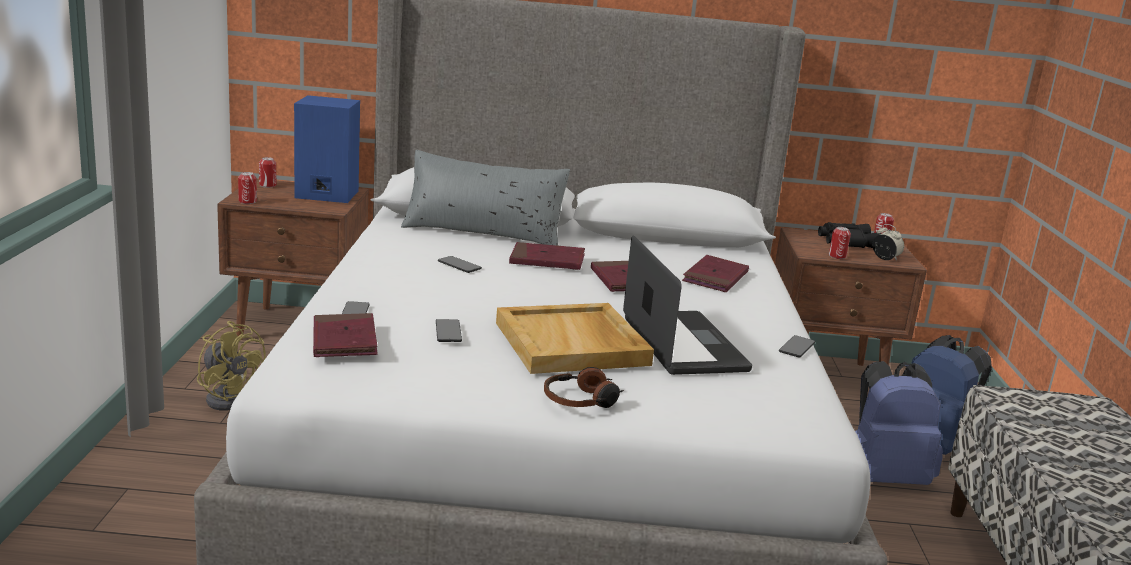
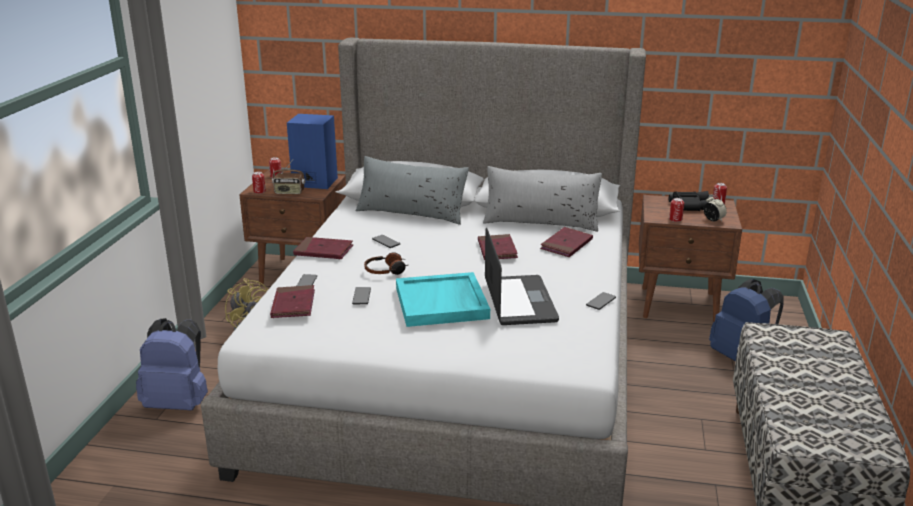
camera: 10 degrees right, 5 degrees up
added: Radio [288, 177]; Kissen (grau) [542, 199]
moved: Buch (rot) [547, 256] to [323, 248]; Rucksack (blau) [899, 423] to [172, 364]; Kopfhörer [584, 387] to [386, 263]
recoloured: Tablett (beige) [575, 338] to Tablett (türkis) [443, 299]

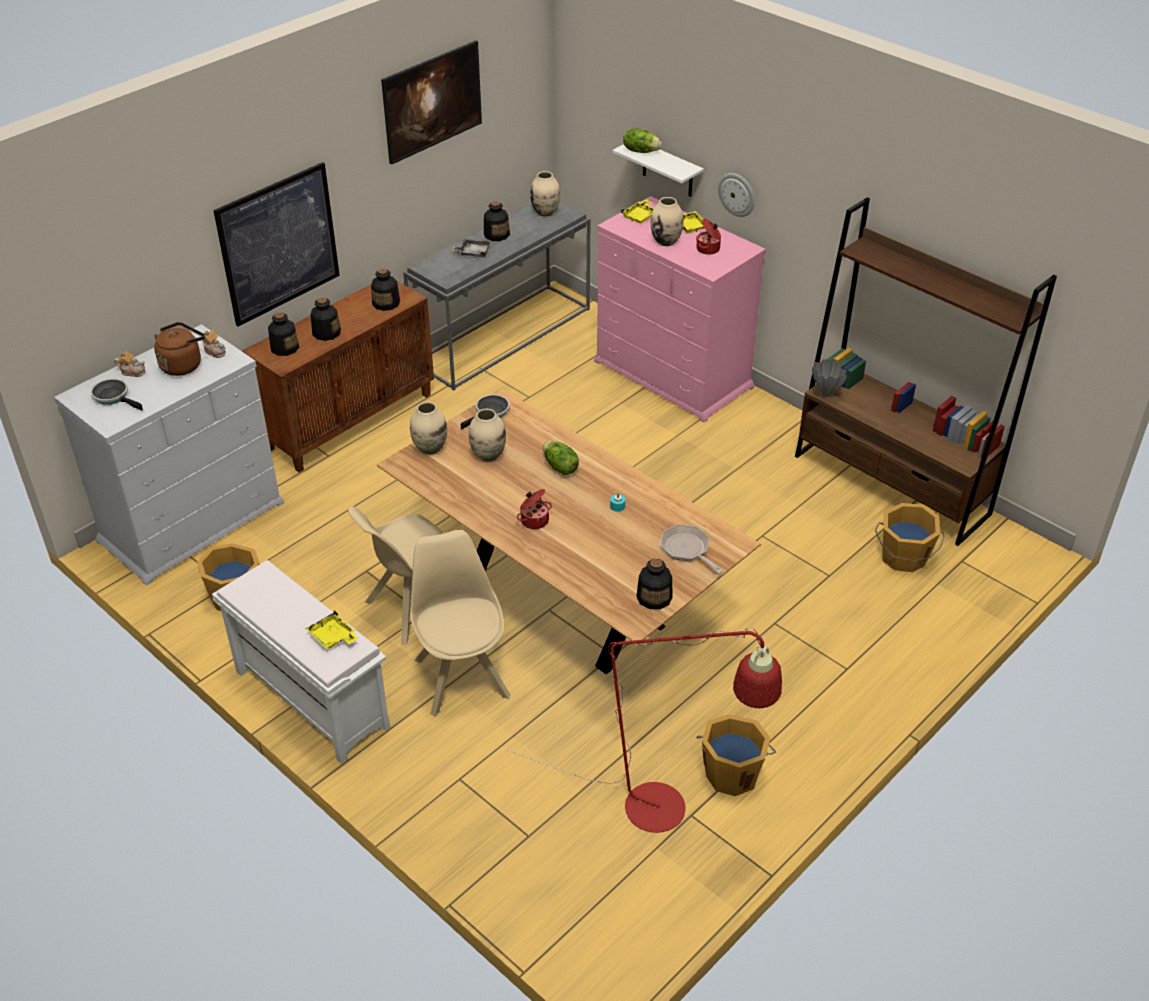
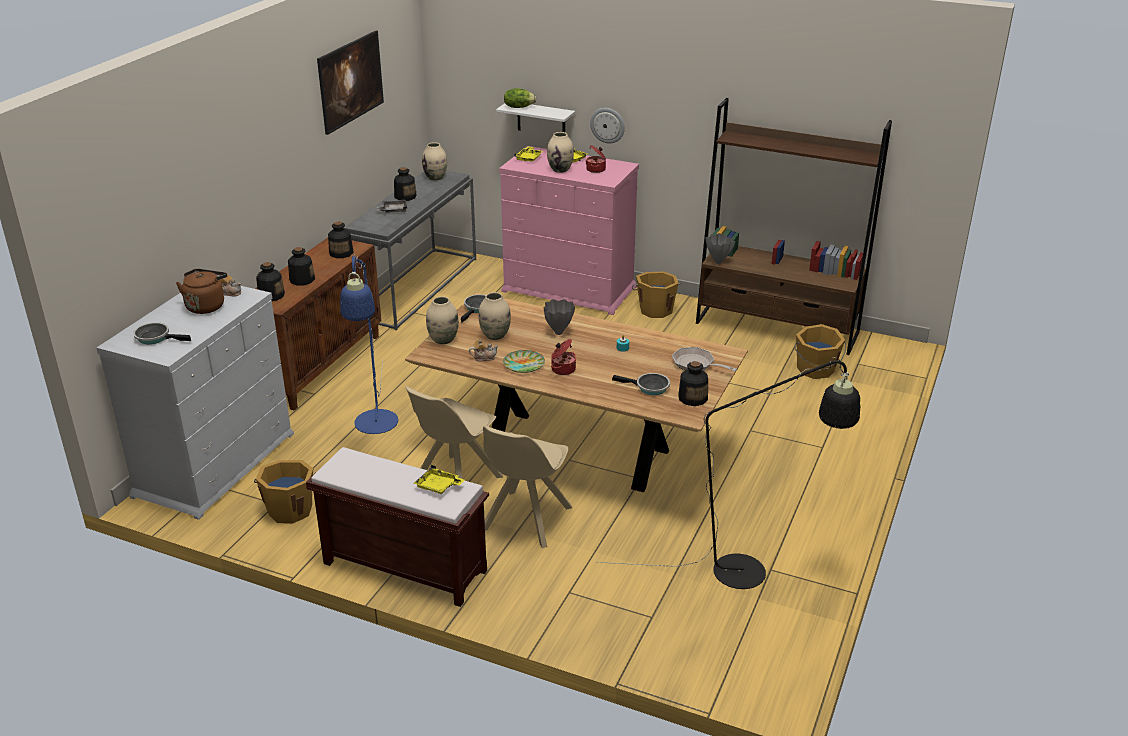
camera: 20 degrees left, 10 degrees down
removed: Bild [276, 244]
added: Stehlampe (blau) [369, 344]; Teller [524, 361]; Pfanne [641, 384]
moved: Teekanne [129, 364] to [483, 350]; Eimer (orange) [736, 755] to [656, 294]
replaced: Salatkopf [561, 458] to Vase (grau) [559, 317]
recoloured: Bank (weiß) [301, 662] to Bank (braun) [397, 527]; Stehlampe (rot) [644, 730] to Stehlampe (schwarz) [728, 473]
turned: Stuhl (beige) [460, 623] = [527, 487] 120 degrees counterclockwise

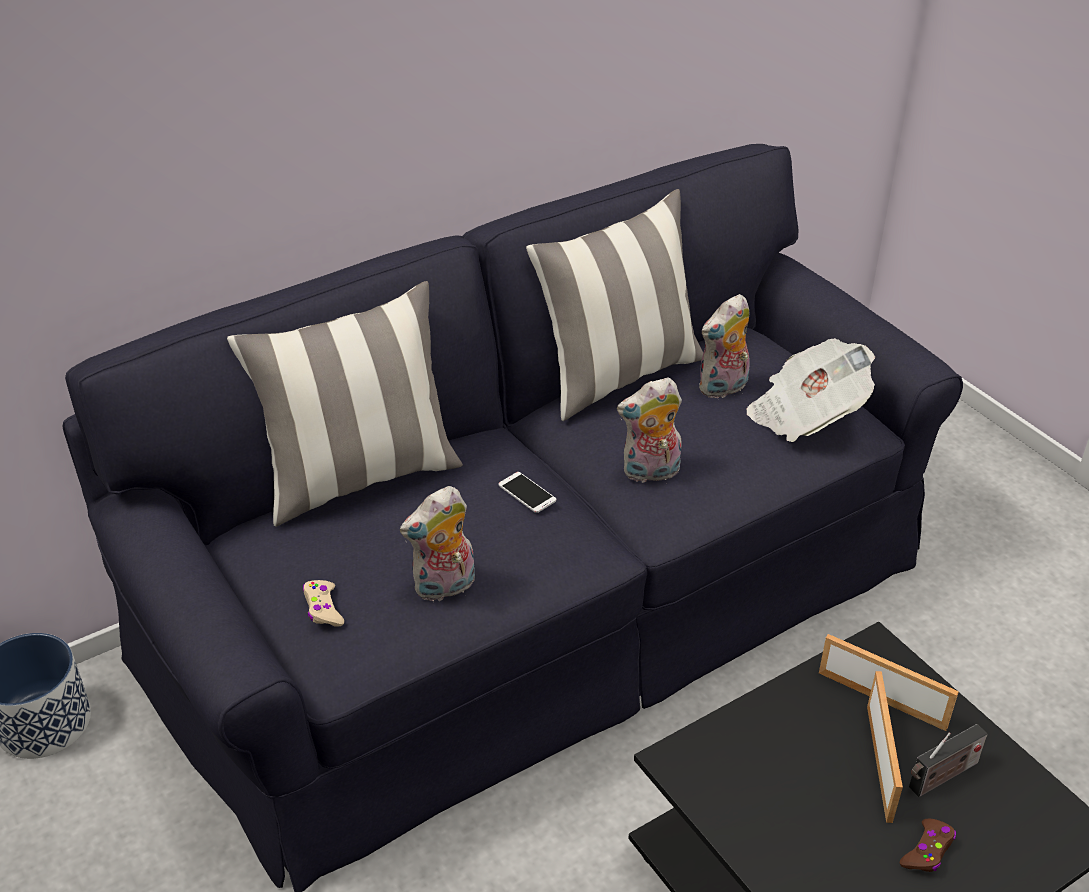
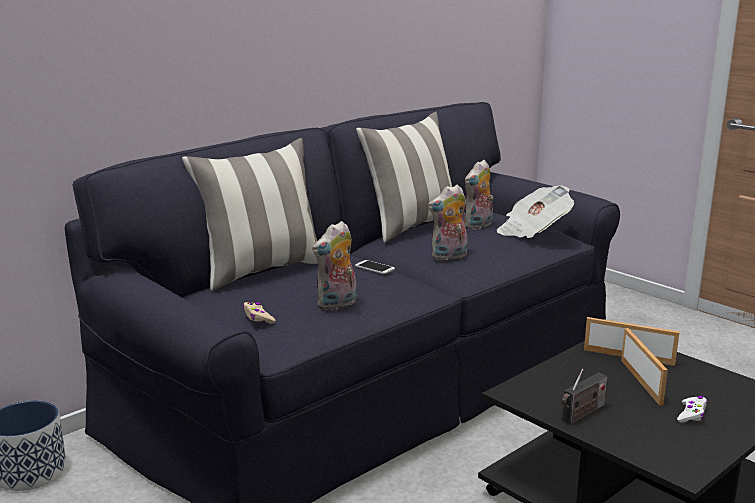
camera: 10 degrees left, 20 degrees down
moved: Radio [948, 760] to [584, 396]
recoloured: Gamepad (braun) [928, 845] to Gamepad (weiß) [692, 409]

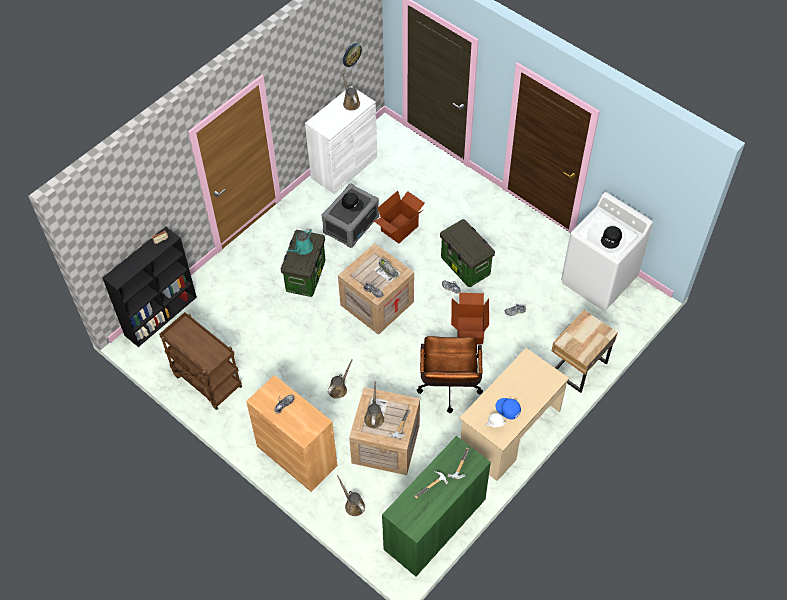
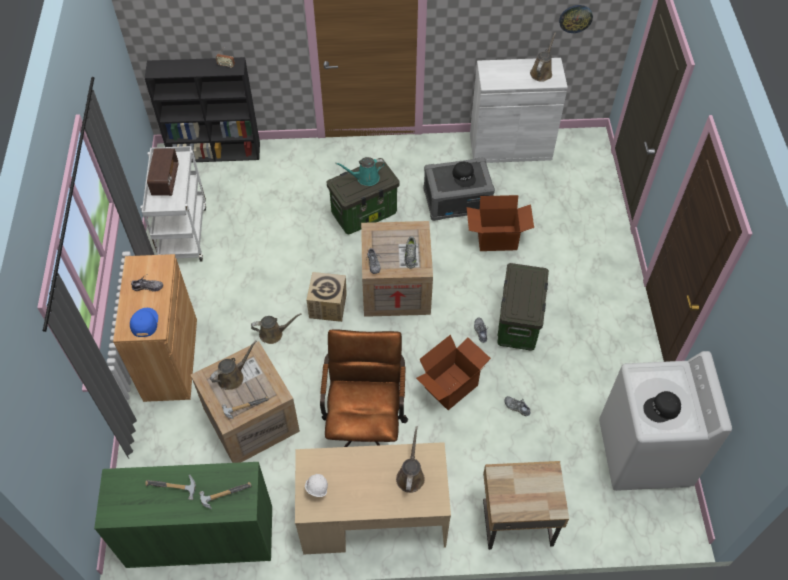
camera: 45 degrees right, 0 degrees up
added: Radio [162, 172]; Karton [327, 297]
moved: Kappe (blau) [508, 408] to [144, 322]; Gießkanne (braun) [351, 495] to [410, 460]
recoloured: Rollwagen (braun) [200, 361] to Rollwagen (weiß) [173, 204]
turned: Bürostuhl (braun) [450, 374] = [364, 388] 135 degrees clockwise

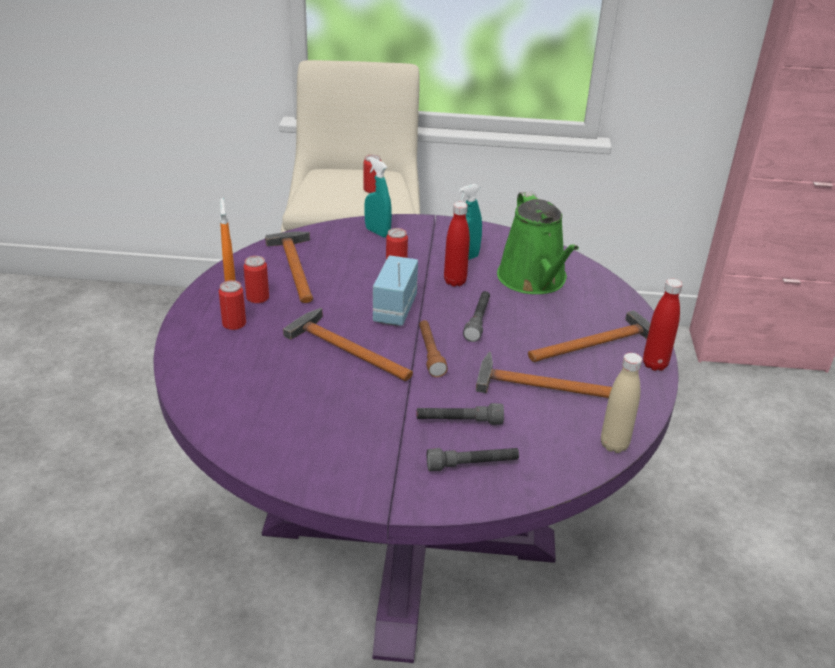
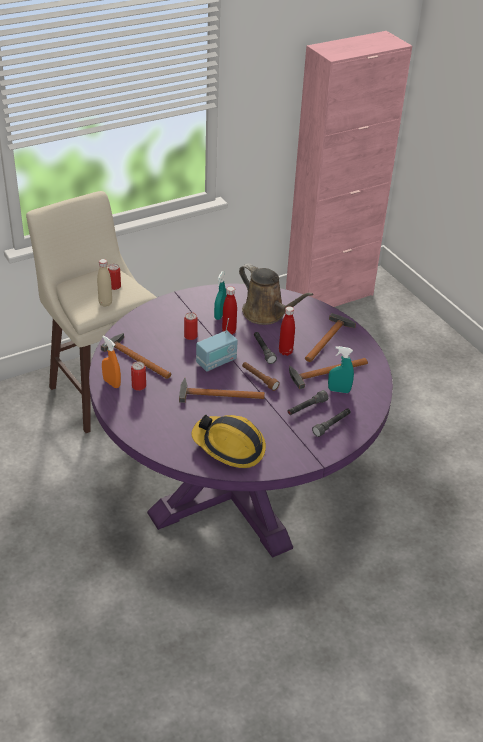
camera: 35 degrees left, 5 degrees up
removed: Dose [232, 305]
added: Schutzhelm [229, 441]
moved: Sprühflasche (türkis) [378, 197] to [341, 369]; Flasche (rot) [663, 325] to [287, 331]; Flasche (beige) [621, 403] to [104, 283]
recoloured: Gießkanne (grün) [538, 242] to Gießkanne (braun) [276, 294]
turned: Radio [395, 291] = [217, 345] 105 degrees counterclockwise

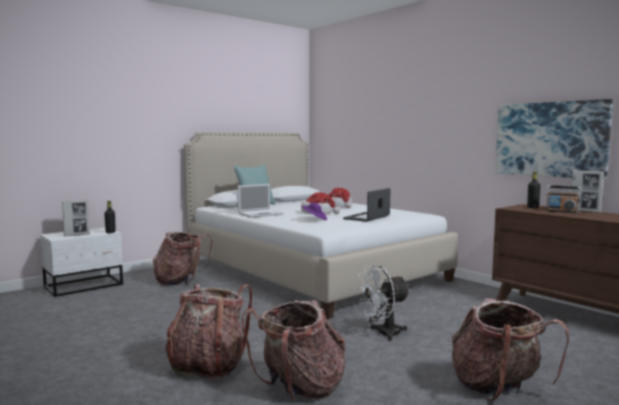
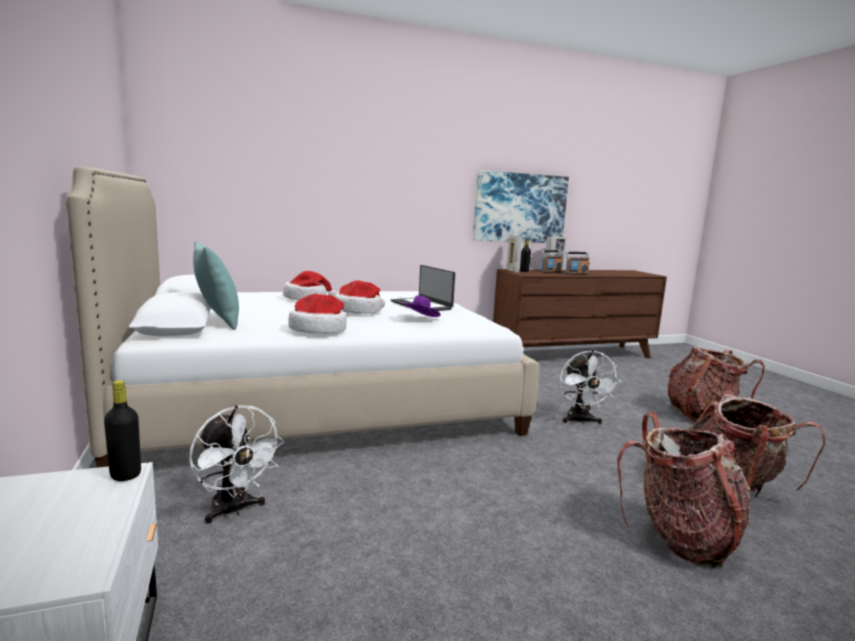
camera: 70 degrees left, 5 degrees up
added: Radio [577, 263]
moved: Bilderrahmen [76, 218] to [514, 254]
replaced: Laptop [260, 201] to Hut [317, 313]; Rucksack [182, 259] to Ventilator (weiß) [237, 464]

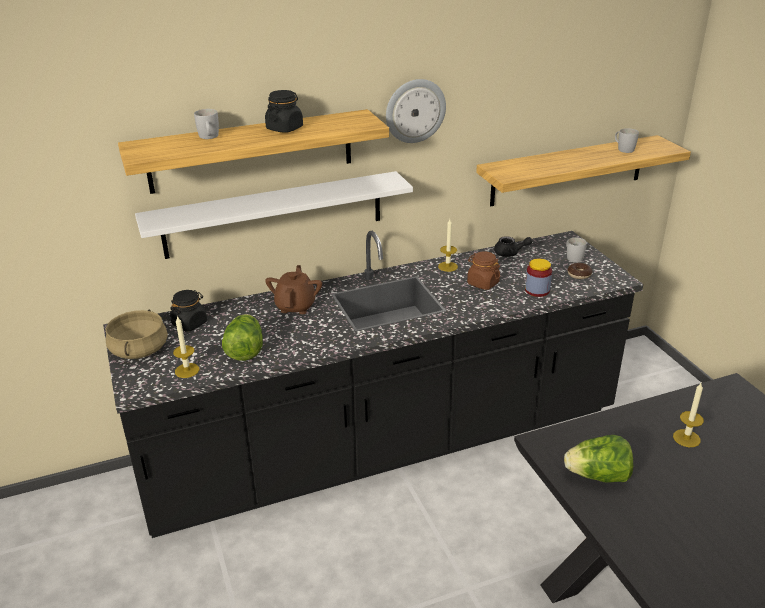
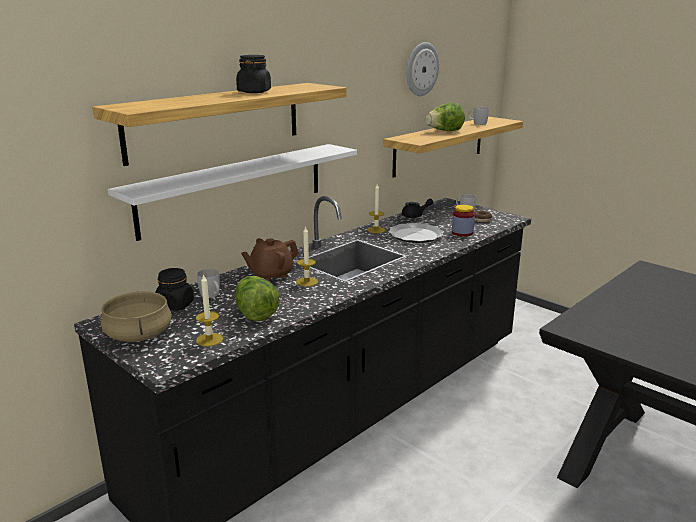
camera: 25 degrees left, 10 degrees down
moved: Wanduhr [416, 111] to [422, 69]; Henkelbecher (weiß) [206, 124] to [208, 283]; Kerze [688, 415] to [307, 256]; Salatkopf [598, 458] to [445, 117]
replaced: Vorratsglas (braun) [483, 270] to Teller [416, 233]
turned: Teekanne (braun) [293, 289] = [270, 260] 105 degrees counterclockwise

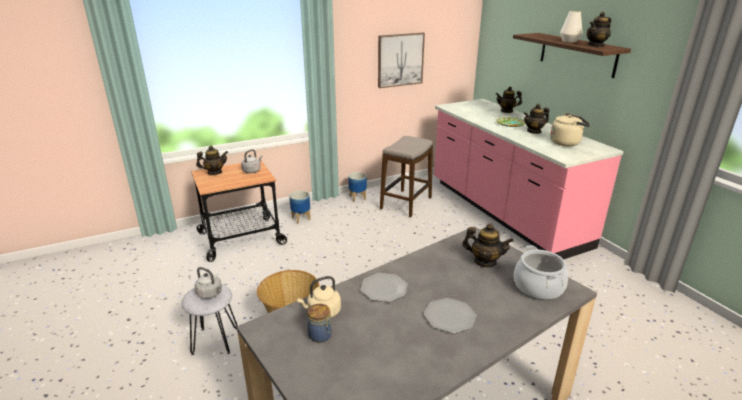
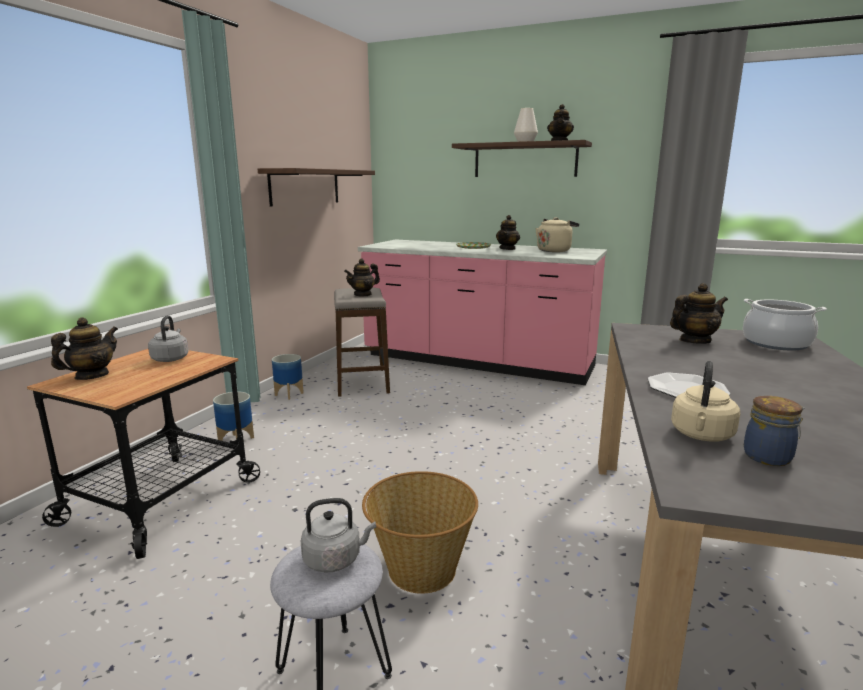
camera: 40 degrees left, 10 degrees down
removed: Teller [450, 315]
moved: Teekanne [509, 99] to [362, 277]
replaced: Bild [401, 60] to Wandregal [316, 187]

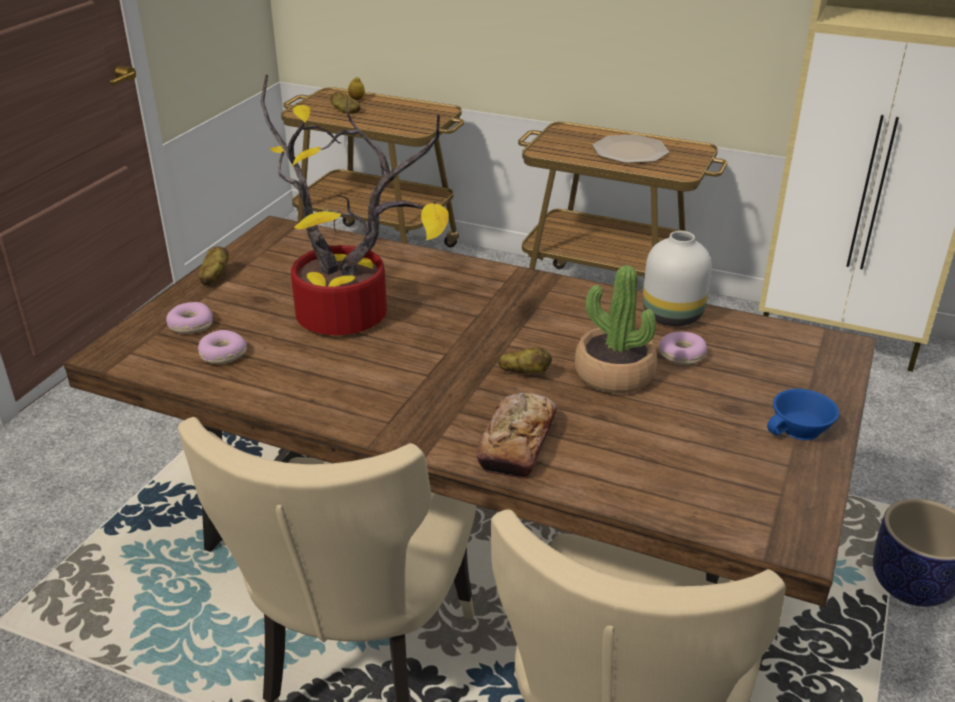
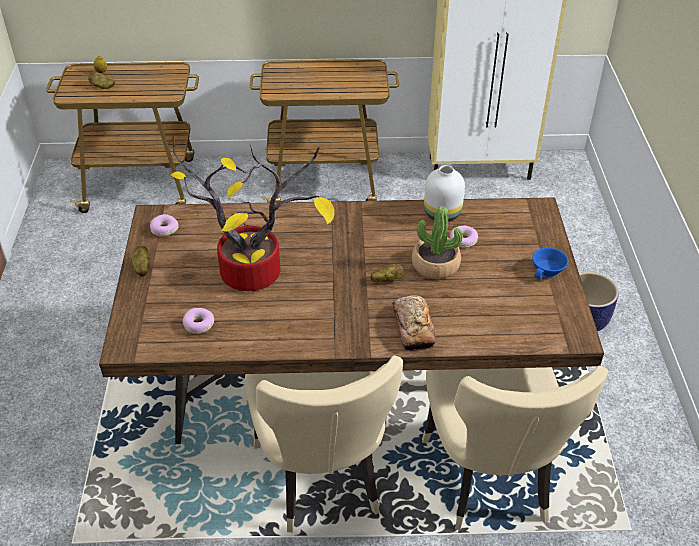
camera: 25 degrees left, 10 degrees up
removed: Teller [630, 148]
moved: Donut [189, 318] to [164, 225]

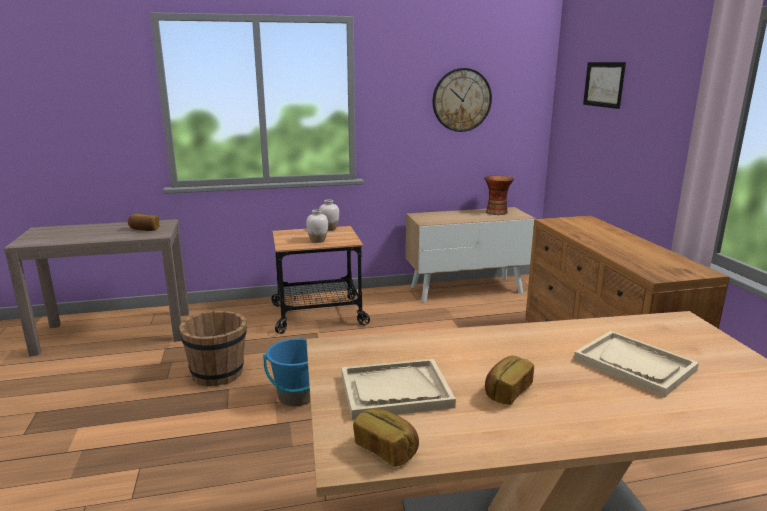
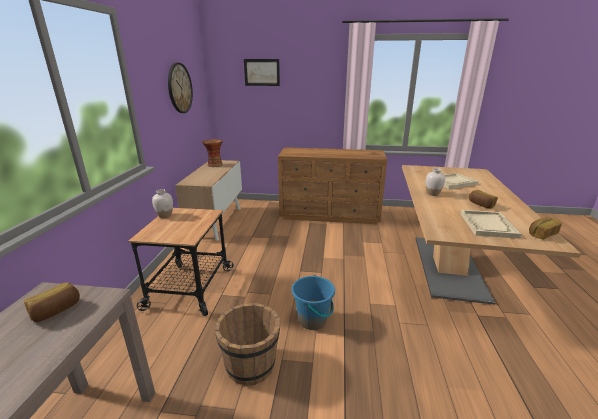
camera: 70 degrees left, 5 degrees up
moved: Vase (weiß) [317, 226] to [435, 182]

